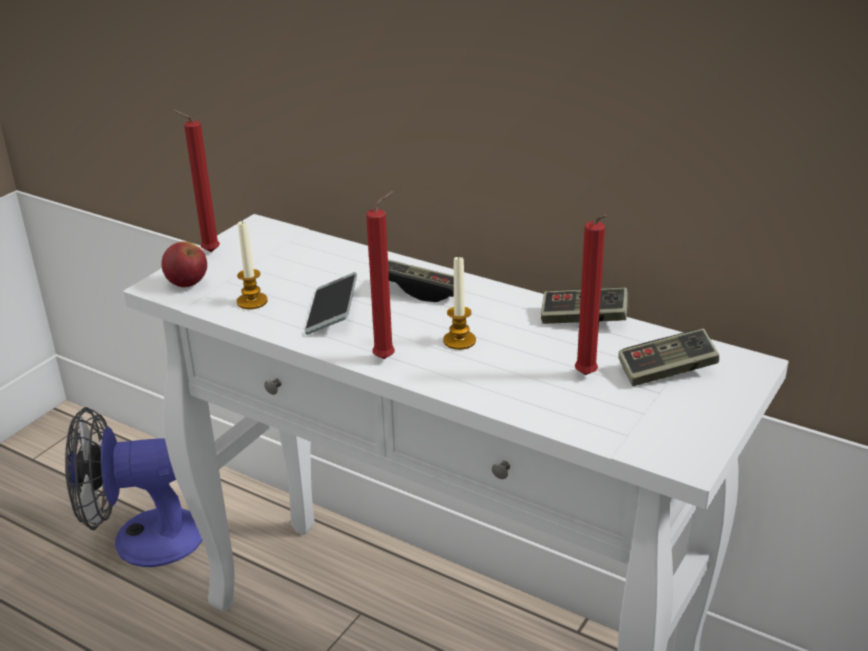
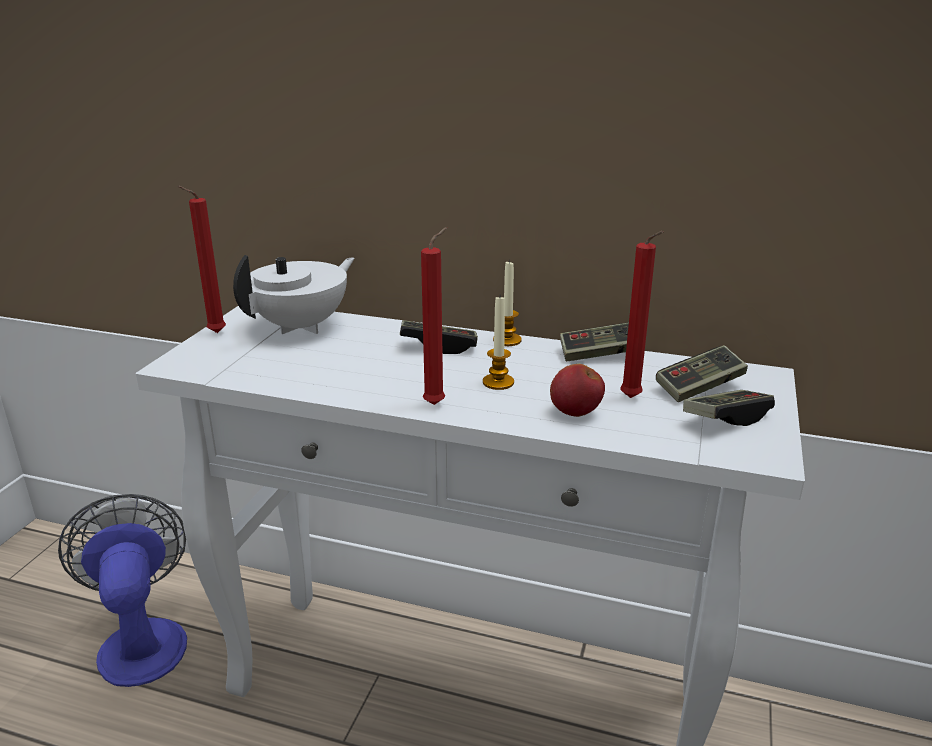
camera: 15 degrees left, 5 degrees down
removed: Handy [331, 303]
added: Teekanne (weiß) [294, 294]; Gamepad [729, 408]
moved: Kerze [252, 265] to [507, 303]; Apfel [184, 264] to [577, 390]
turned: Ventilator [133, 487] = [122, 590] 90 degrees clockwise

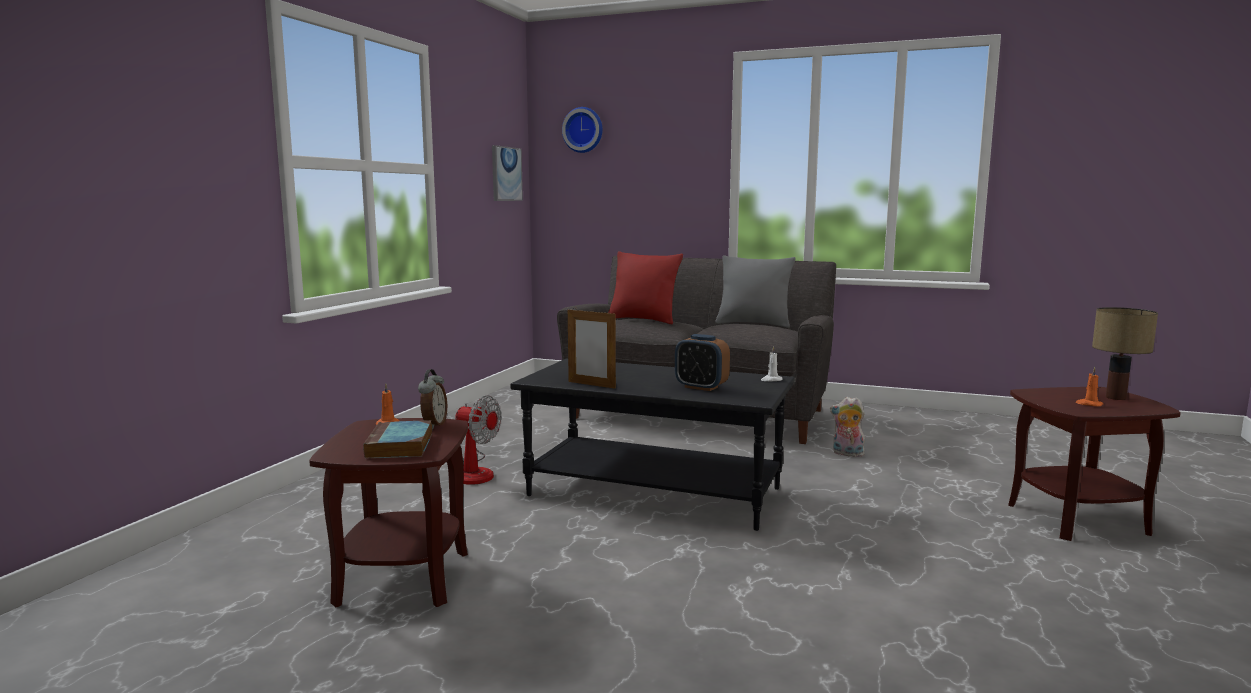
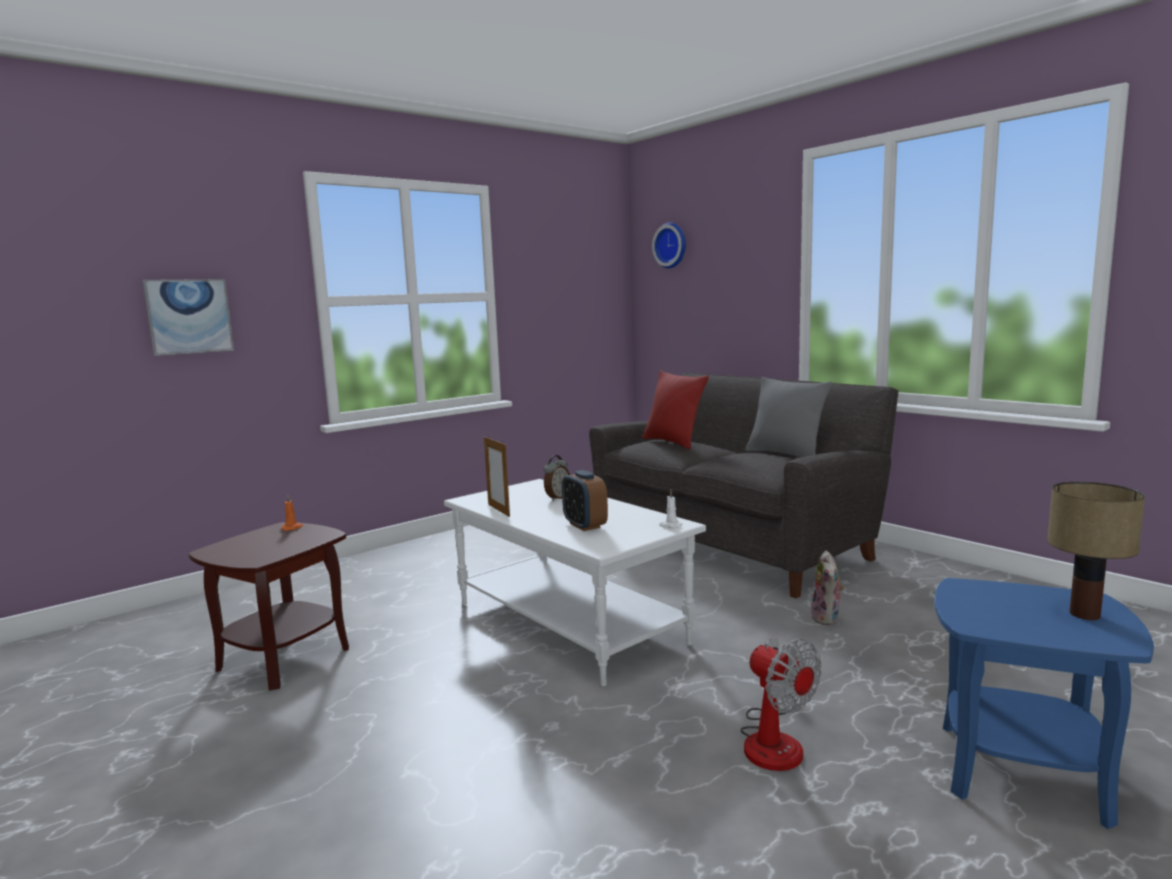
camera: 30 degrees right, 0 degrees up
removed: Kerze (orange) [1089, 387]; Buch [397, 439]
moved: Bild [507, 173] to [188, 317]; Wecker [432, 399] to [557, 478]; Ventilator [479, 440] to [781, 703]
recoloured: Couchtisch (schwarz) [652, 445] to Couchtisch (weiß) [575, 583]; Beistelltisch (braun) [1094, 464] to Beistelltisch (blau) [1044, 703]
turned: Plüschtier [847, 427] = [828, 588] 135 degrees counterclockwise

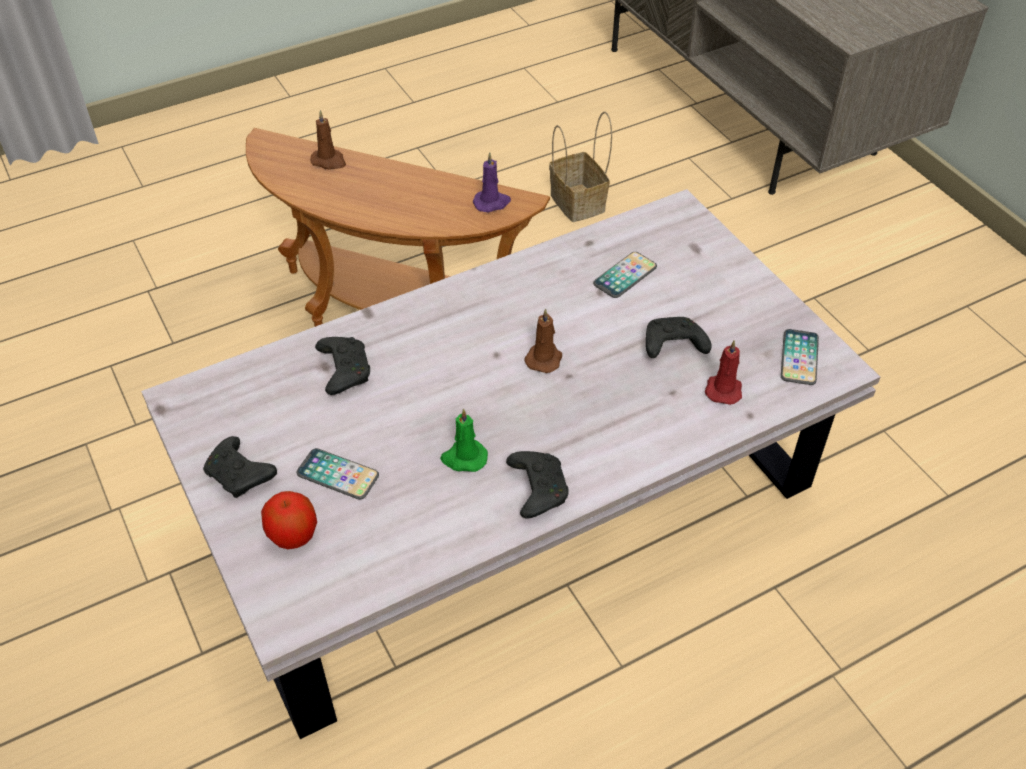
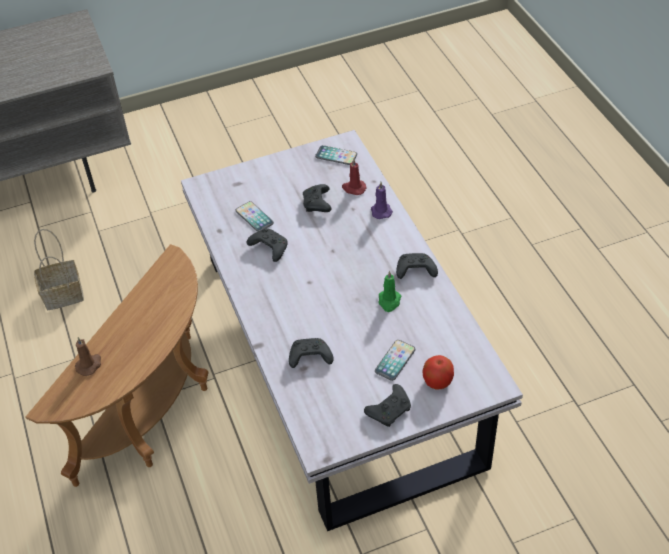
camera: 80 degrees left, 0 degrees up
removed: Kerze (braun) [543, 341]
added: Gamepad (schwarz) [267, 245]
moved: Kerze (lila) [492, 182] to [382, 200]

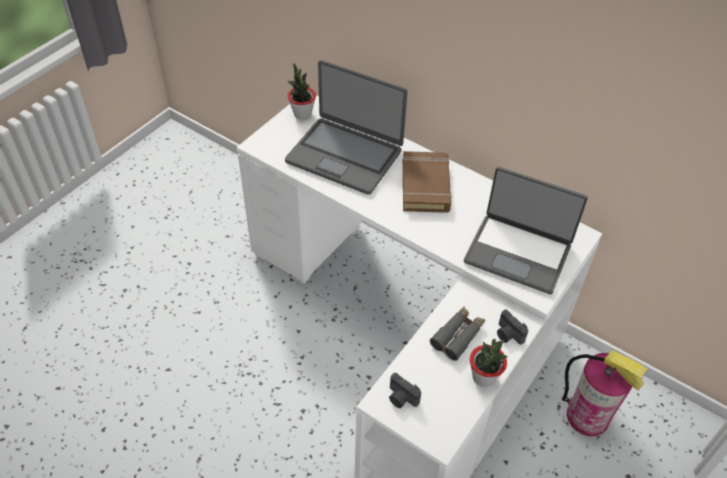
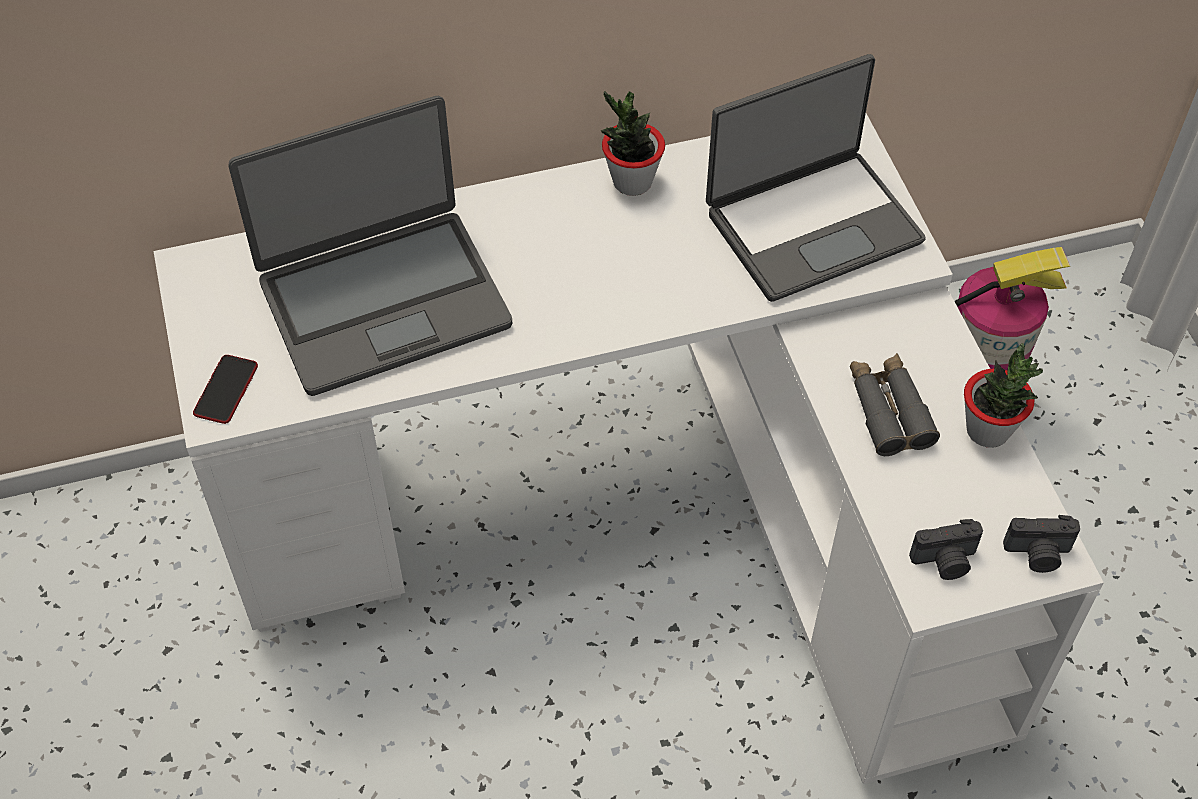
camera: 50 degrees left, 5 degrees up
removed: Buch (braun) [427, 182]
added: Handy [225, 389]
moved: Topfpflanze [302, 91] to [633, 143]; Kamera [512, 327] to [1041, 544]

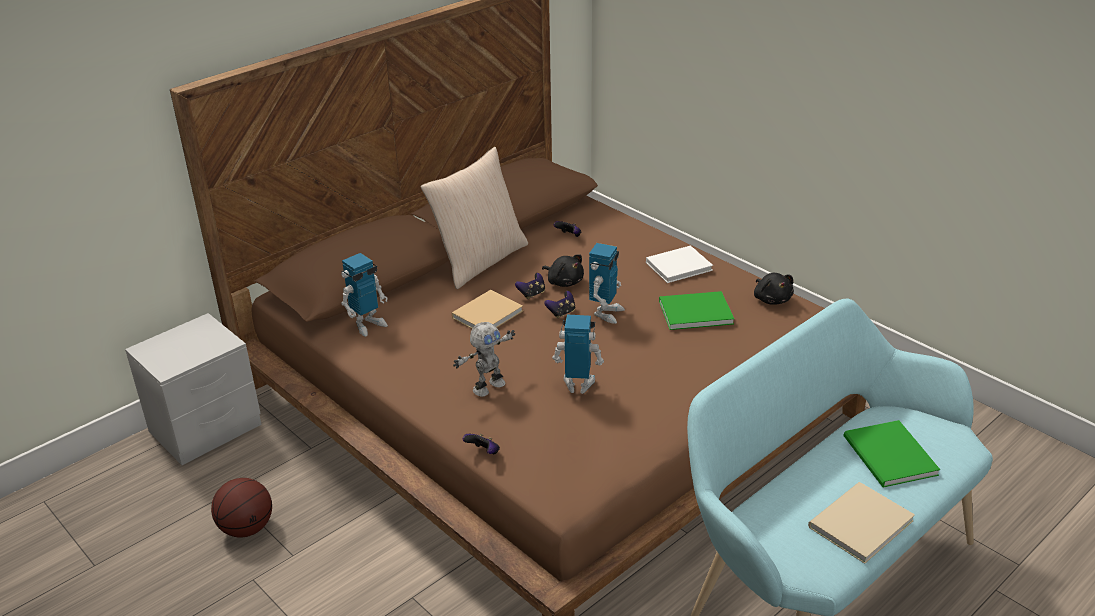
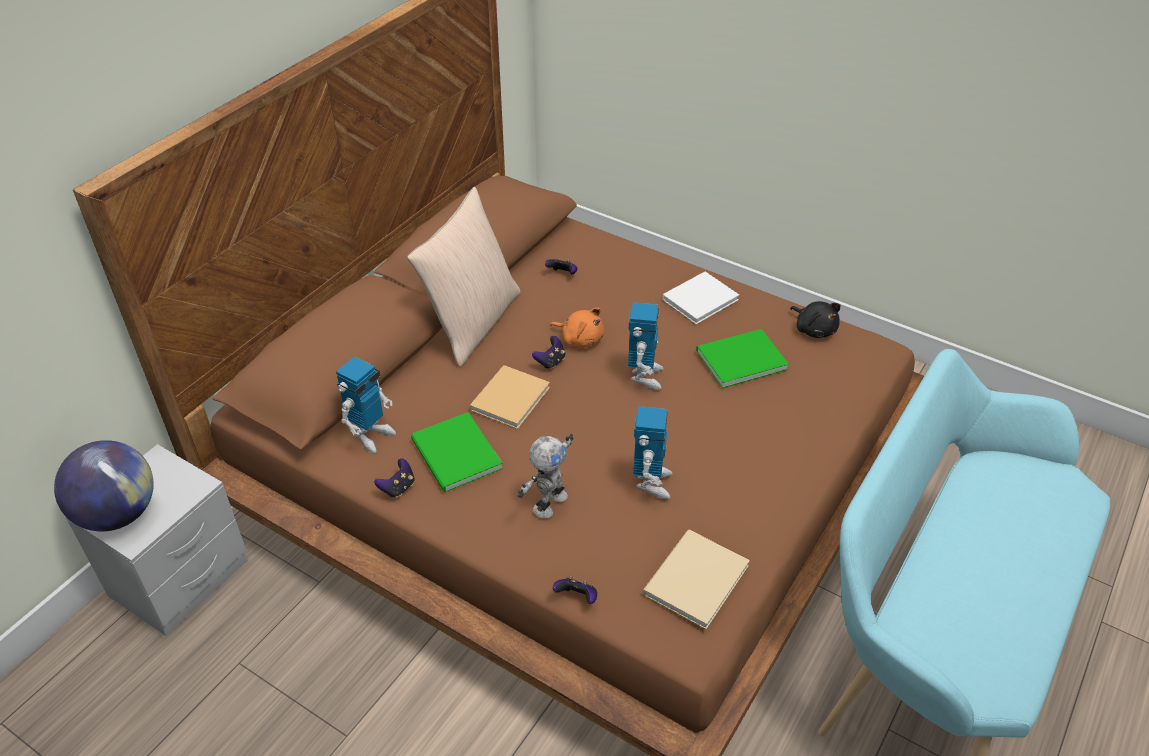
camera: 15 degrees left, 10 degrees up
removed: Basketball [241, 507]
added: Globus [104, 485]
moved: Gamepad [559, 304] to [394, 478]; Buch (grün) [892, 454] to [457, 452]; Buch (beige) [861, 523] to [696, 579]
recoloured: Plüschtier (schwarz) [563, 270] to Plüschtier (orange) [577, 327]
turned: Spielzeugroboter [578, 354] = [653, 452] 105 degrees clockwise

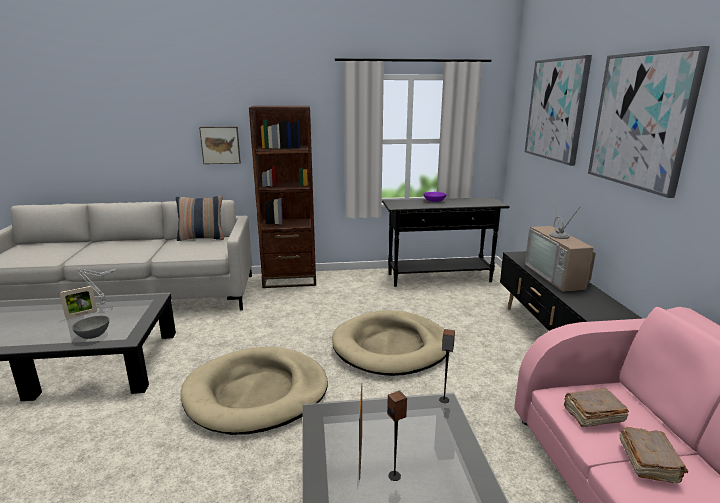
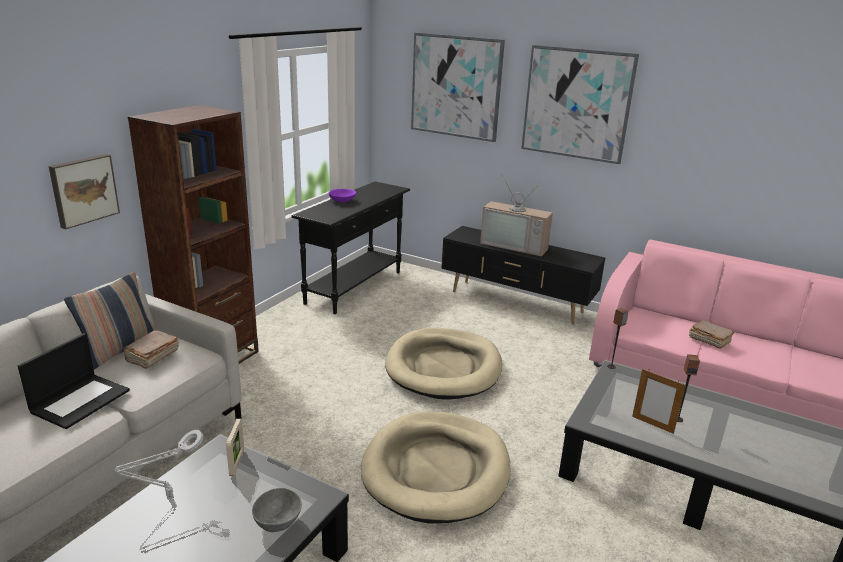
camera: 55 degrees left, 5 degrees up
added: Laptop [74, 381]
moved: Bilderrahmen [78, 302] to [235, 447]; Buch (braun) [596, 407] to [151, 349]

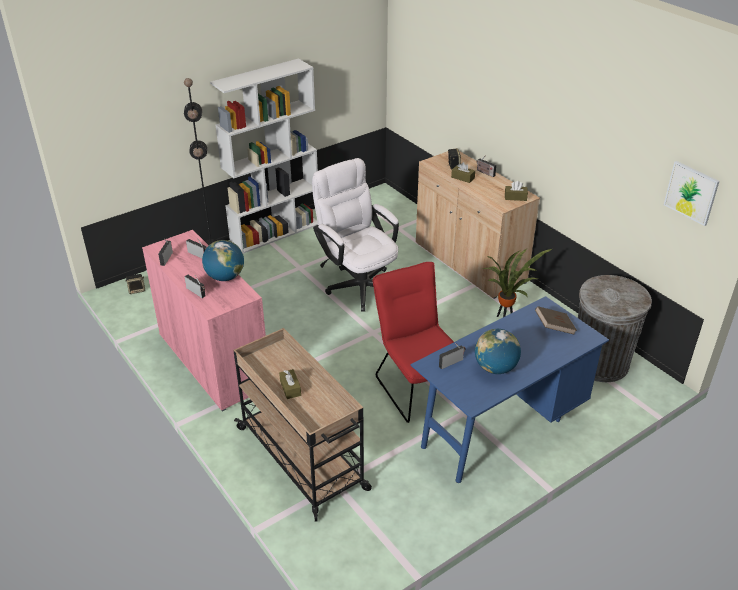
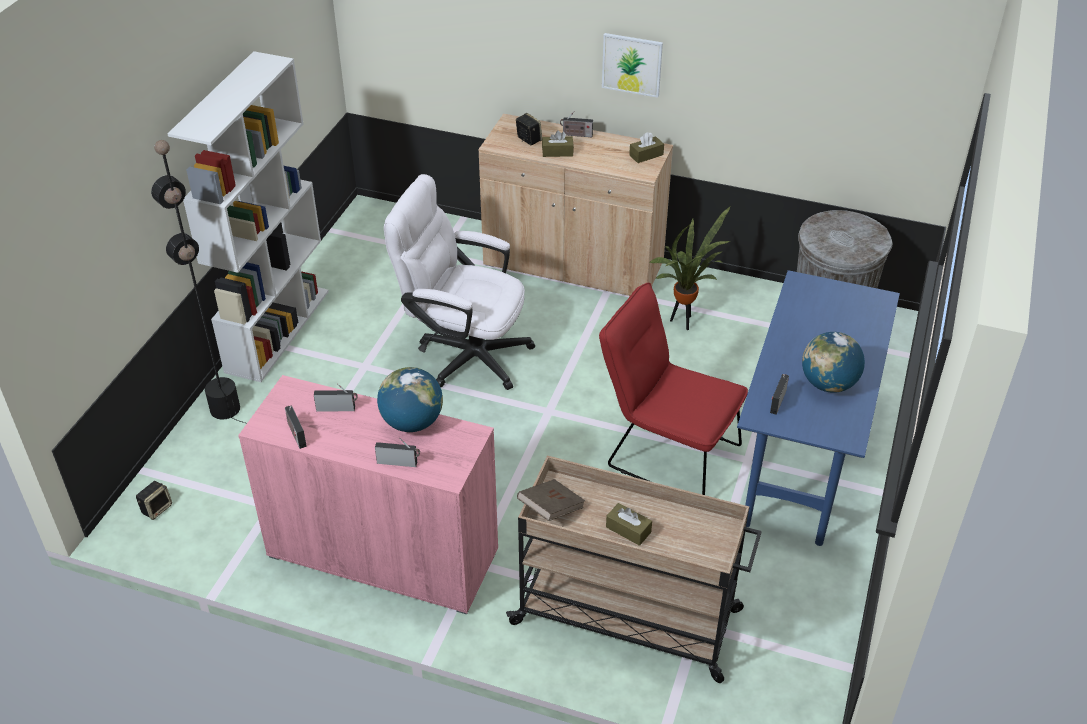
camera: 35 degrees left, 5 degrees up
moved: Bild [692, 193] to [632, 65]; Buch (braun) [556, 320] to [551, 500]

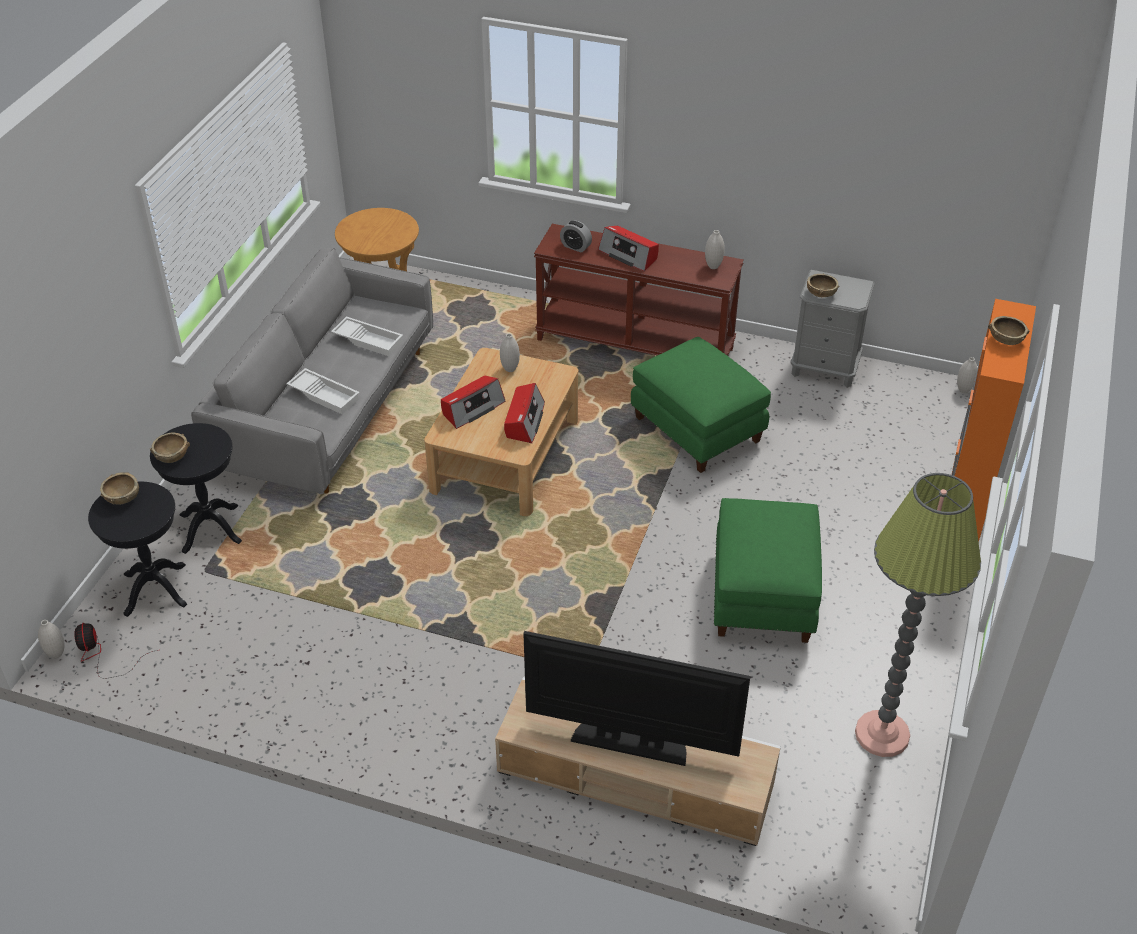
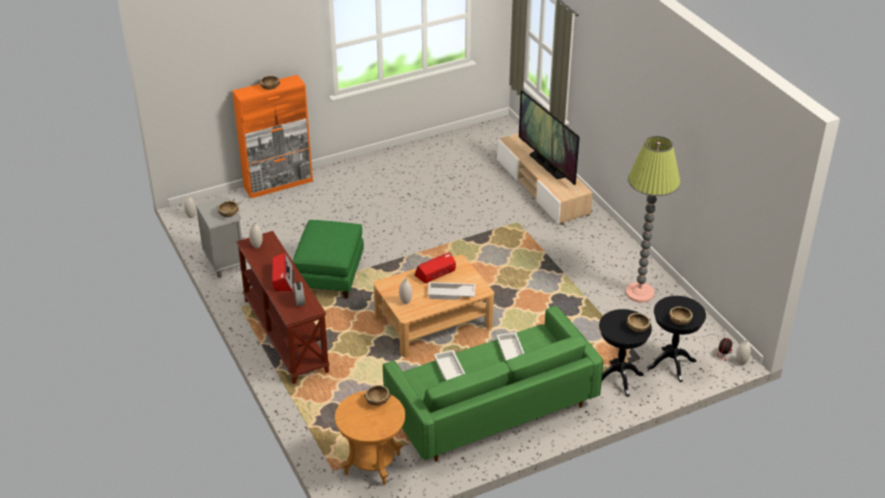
camera: 135 degrees left, 5 degrees down
removed: Polsterhocker (grün) [768, 570]
added: Schüssel (braun) [377, 395]
moved: Stehlampe [918, 615] to [653, 219]
replaced: Radio [473, 402] to Tablett (weiß) [452, 291]
recoloured: Sofa (grau) [312, 371] to Sofa (grün) [493, 384]

